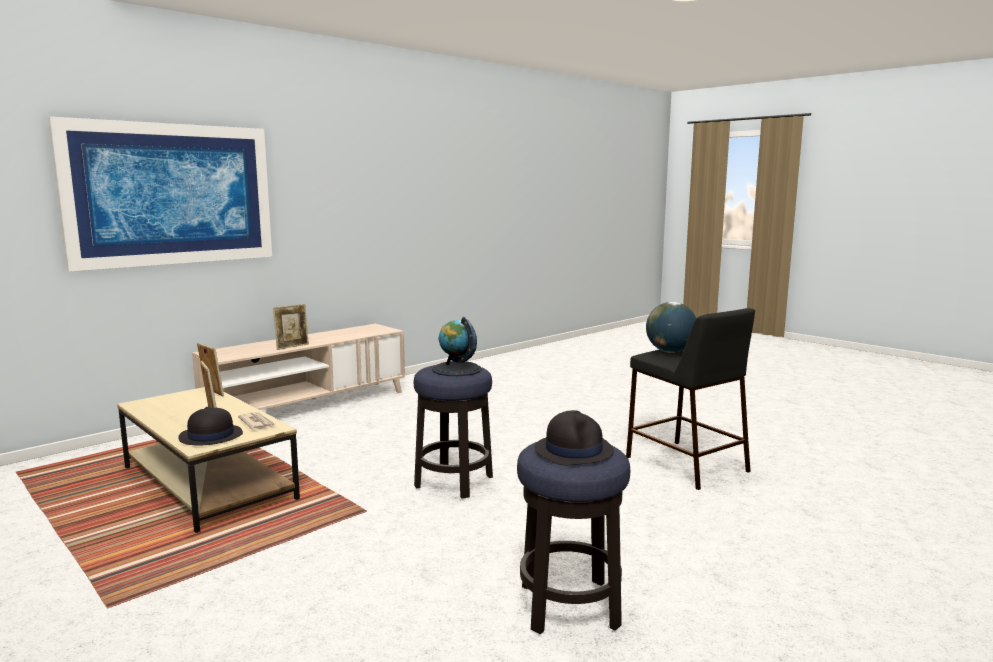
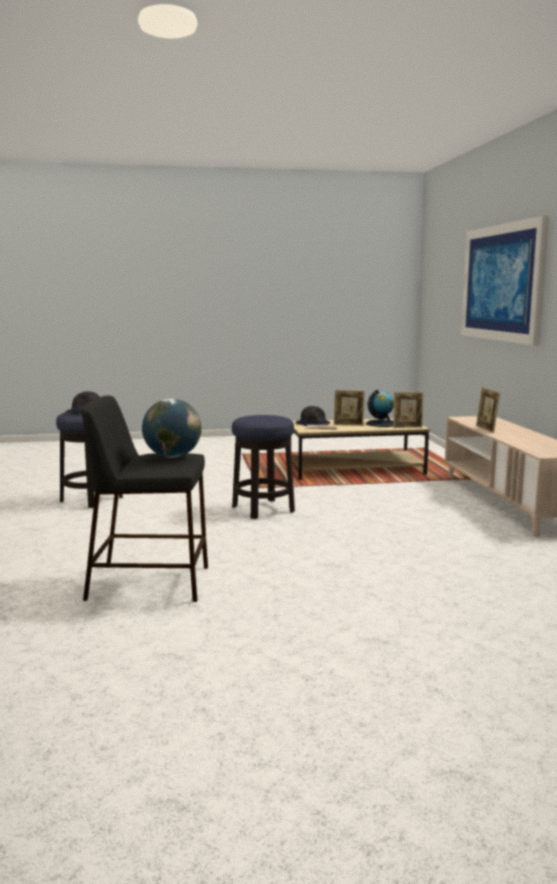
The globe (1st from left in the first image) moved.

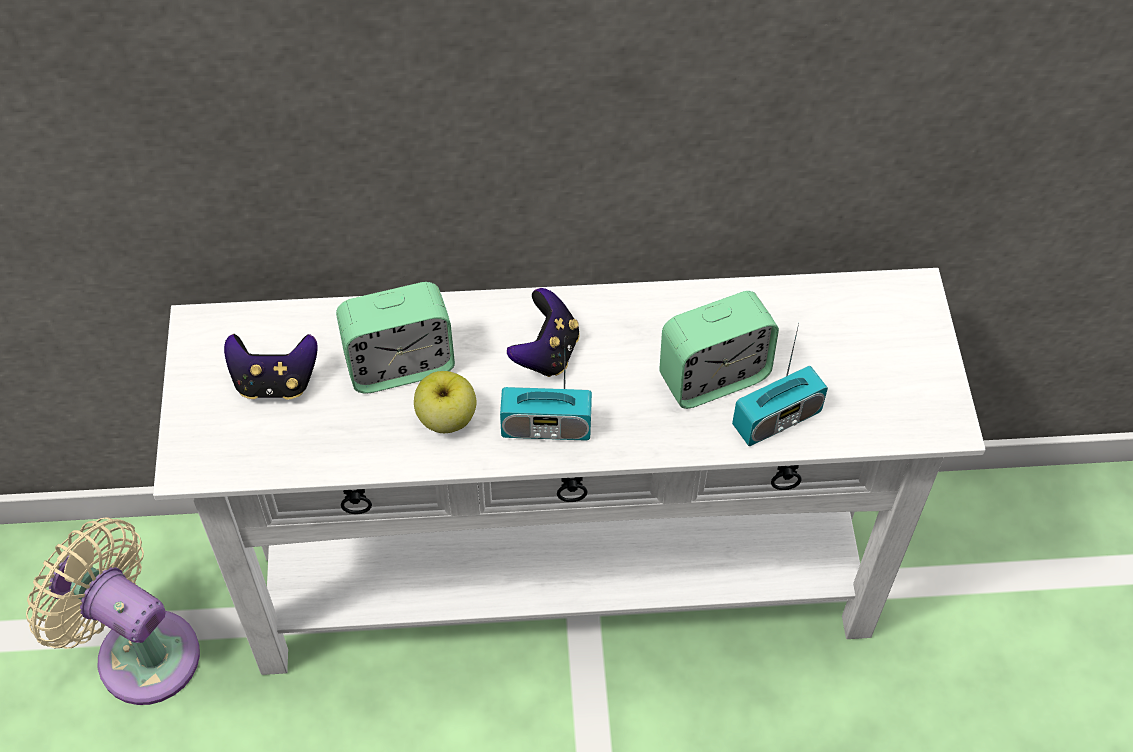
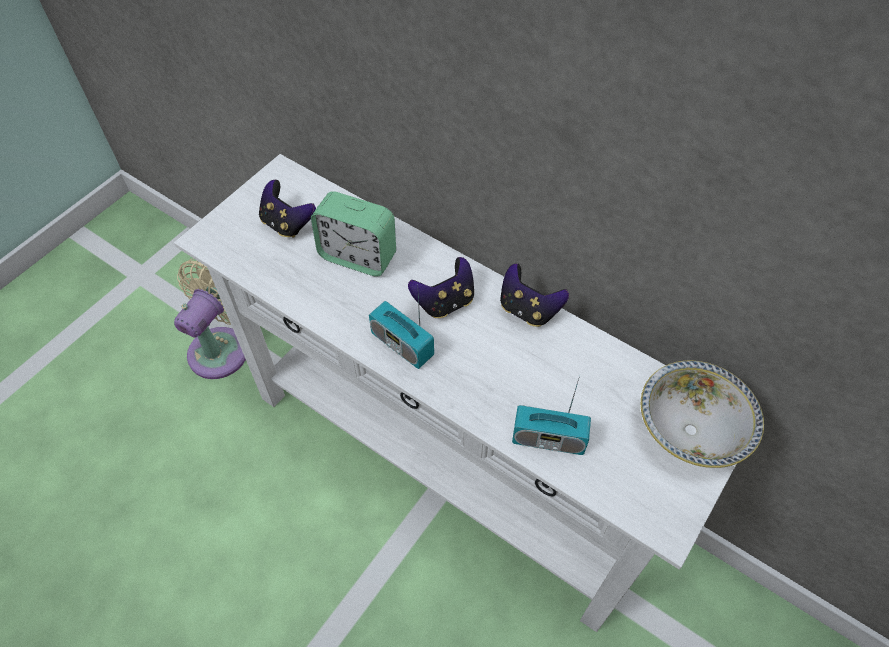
The sand-coloured fan turned 45 degrees clockwise.
The joypad (3rd from left) appeared.
The deep dish appeared.
The apple fruit disappeared.
The alarm clock (2nd from left) disappeared.

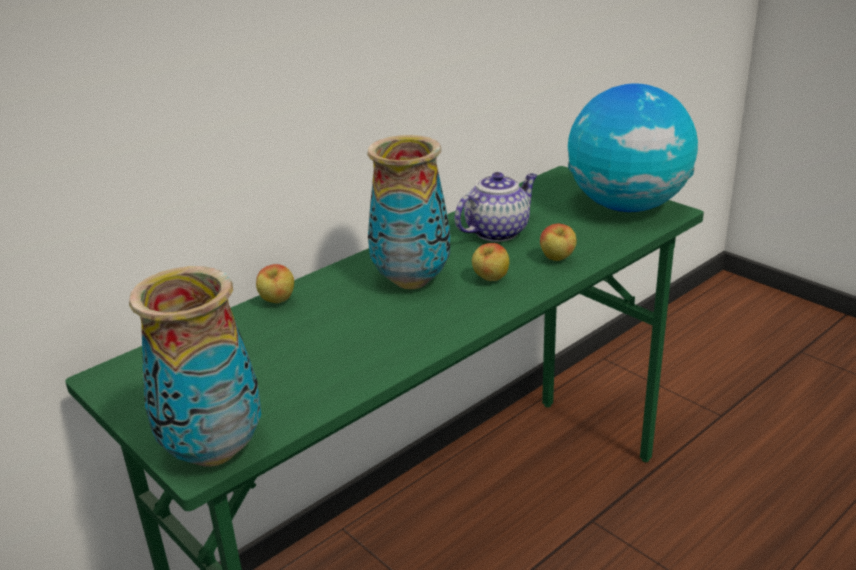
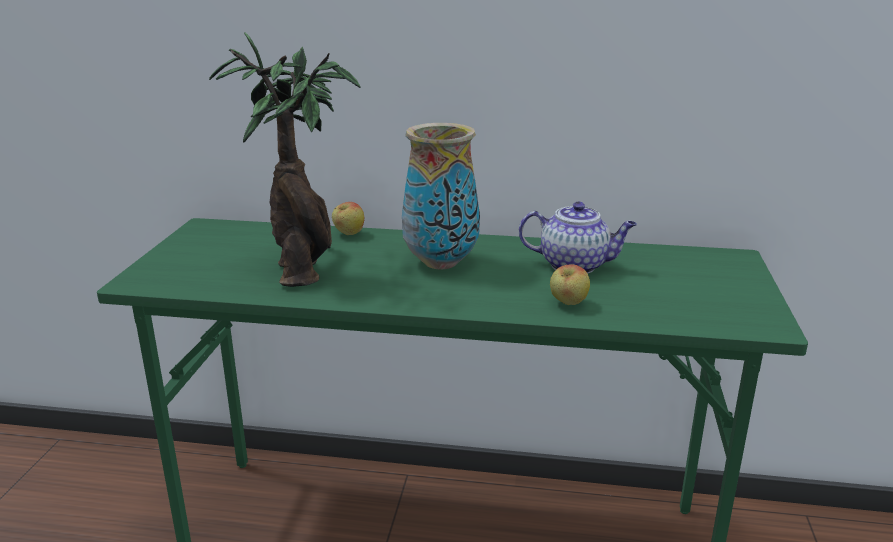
The houseplant appeared.
The flower vase (1st from left) disappeared.
The apple fruit (2nd from left) disappeared.
The globe disappeared.

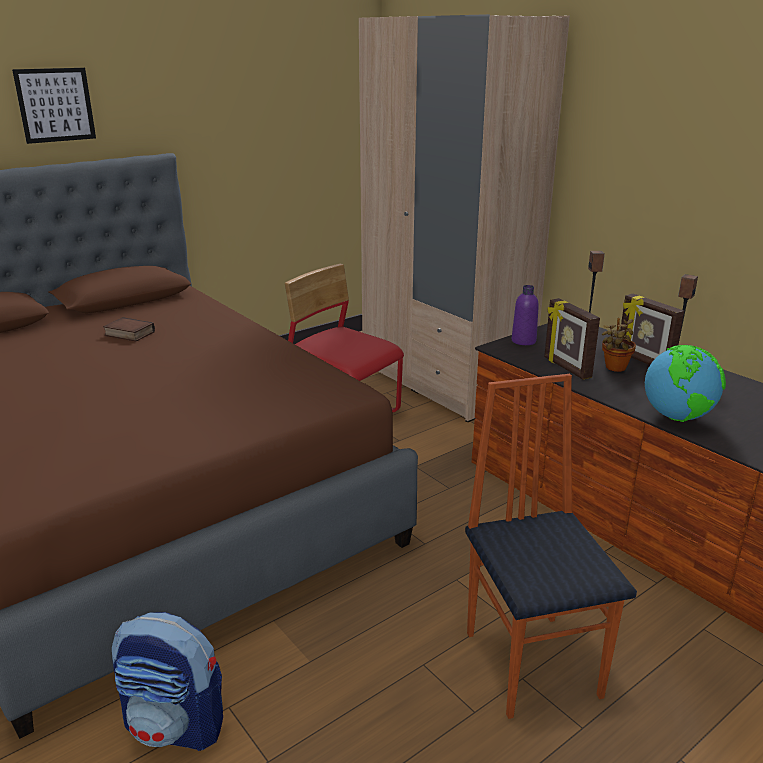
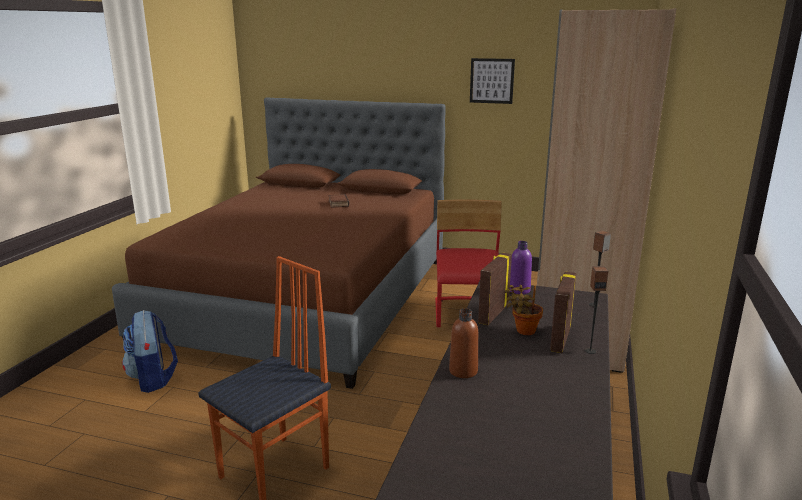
The globe was replaced by the brownish drink bottle.
The wall art moved.

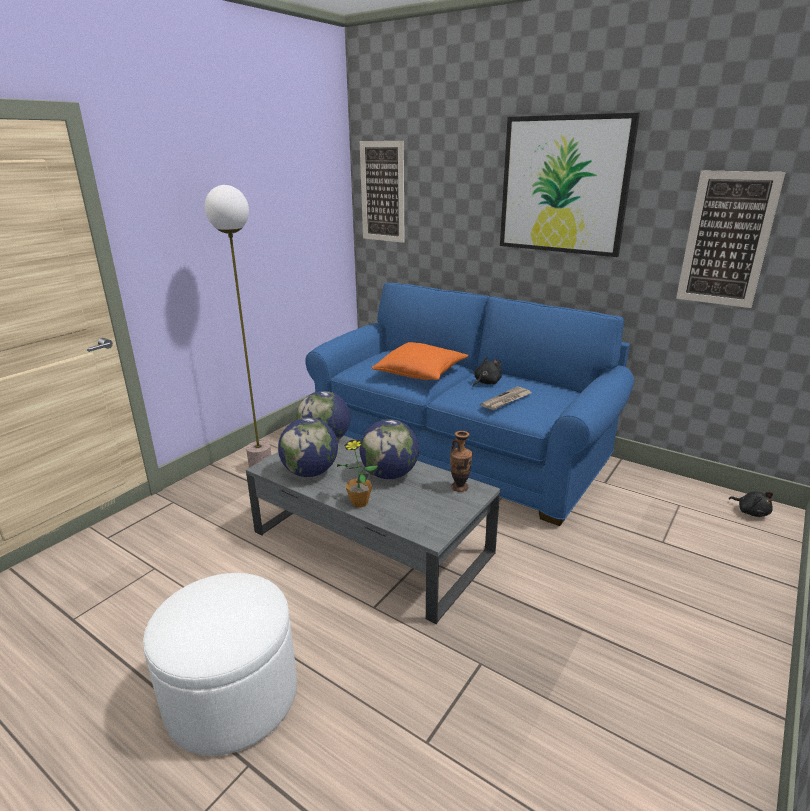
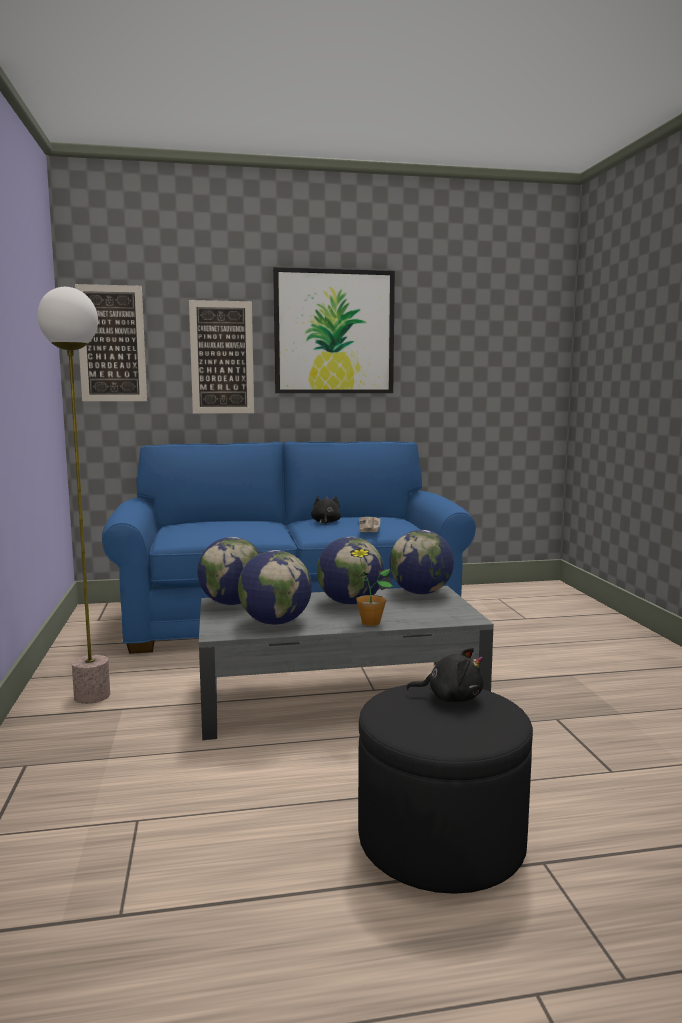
The wall art (3rd from left in the first image) moved.
The whitish pouffe became the black pouffe.
The flower vase was replaced by the globe (4th from left).
The black soft toy (2nd from left) moved.
The orangey pillow disappeared.

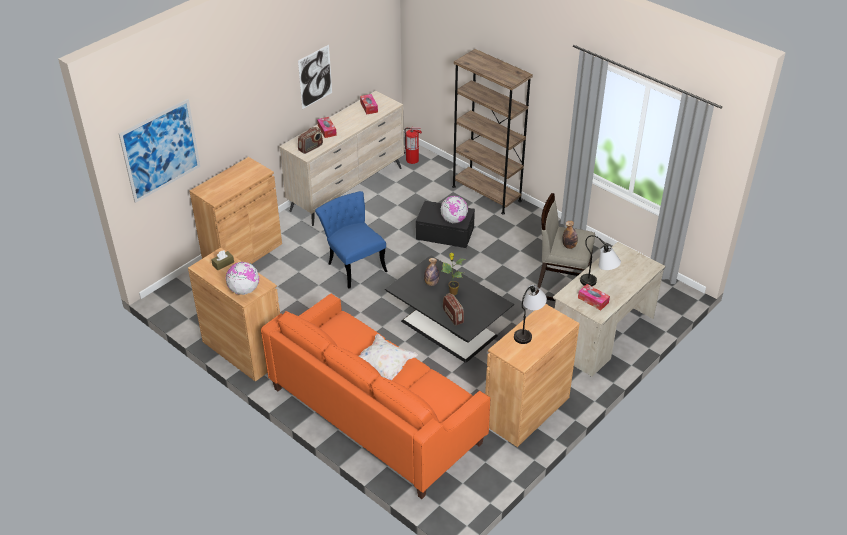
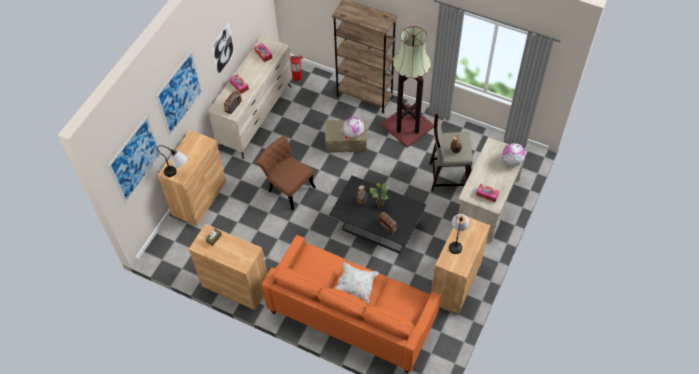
The wall art (2nd from left) appeared.
The table lamp (2nd from left in the first image) moved.
The bluish plain chair became the brownish plain chair.
The black storage container became the sand-coloured storage container.
The standing lamp appeared.
The globe (1st from left in the first image) moved.

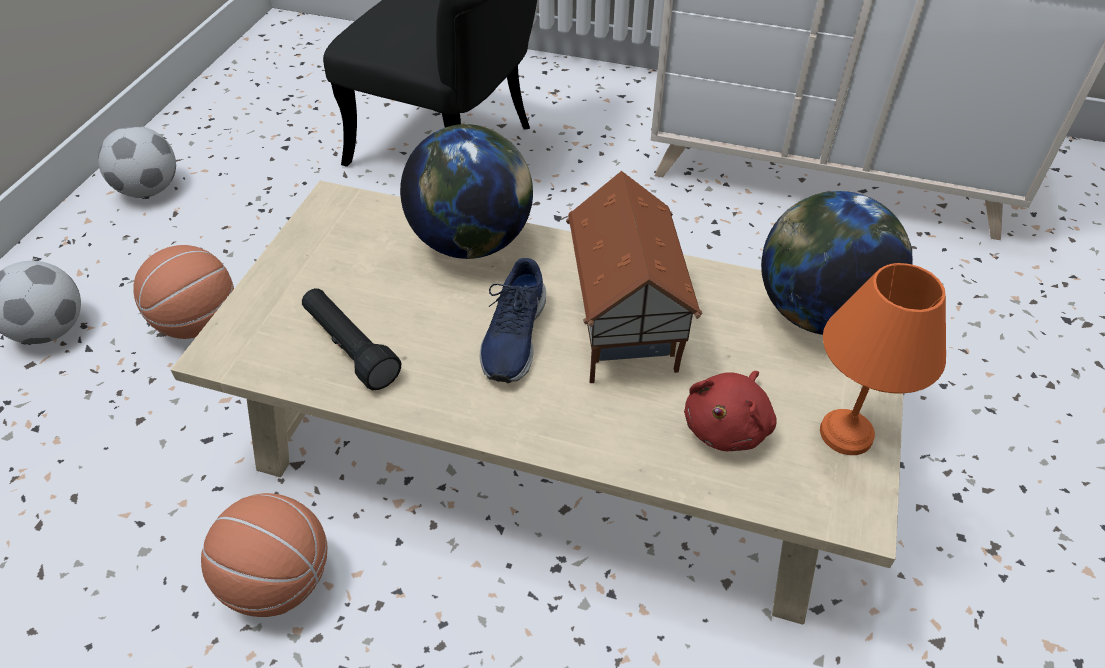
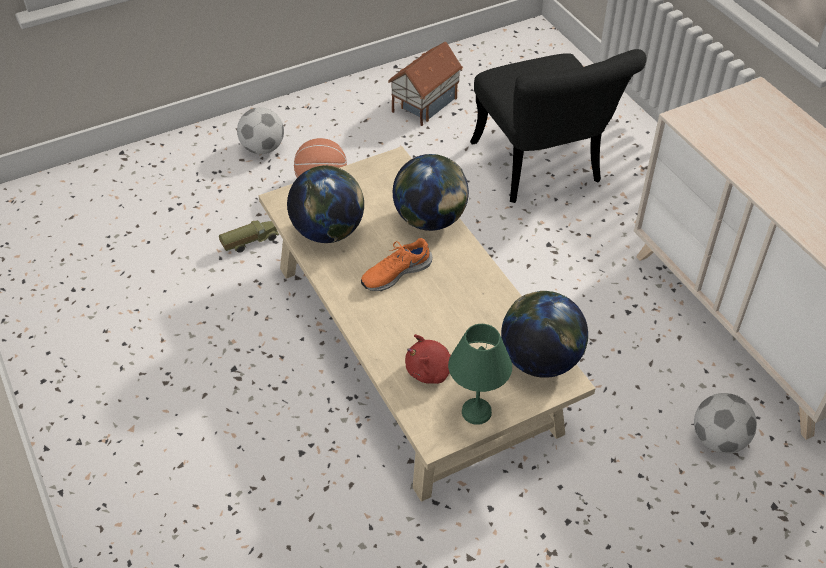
The toy lorry appeared.
The black flashlight was replaced by the globe (1st from left).
The bluish item of footwear became the orangey item of footwear.
The miniature house moved.
The orangey table lamp became the green-coloured table lamp.
The football ball (2nd from left) moved.
The ball for basketball (2nd from left) disappeared.

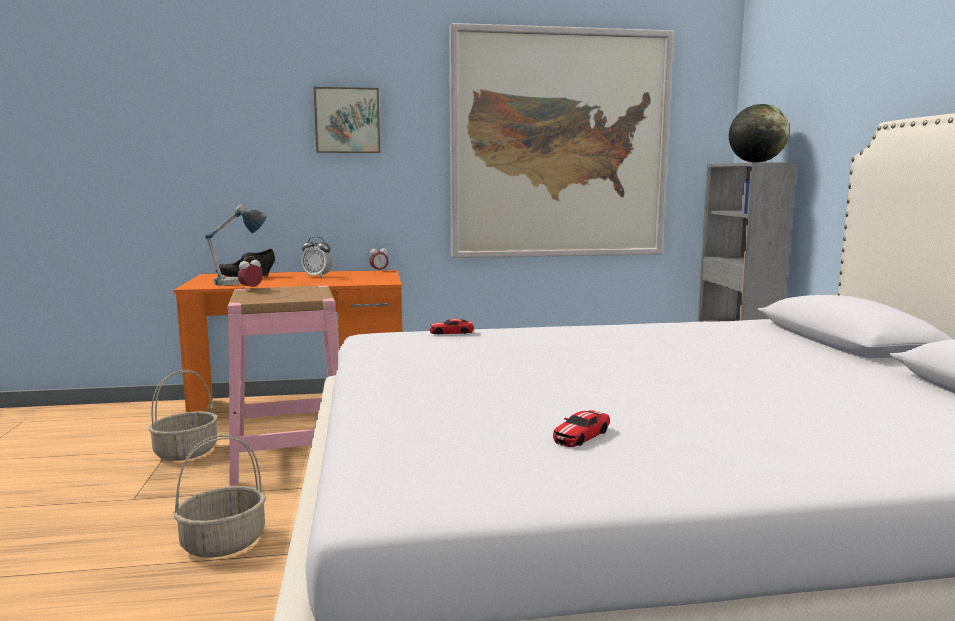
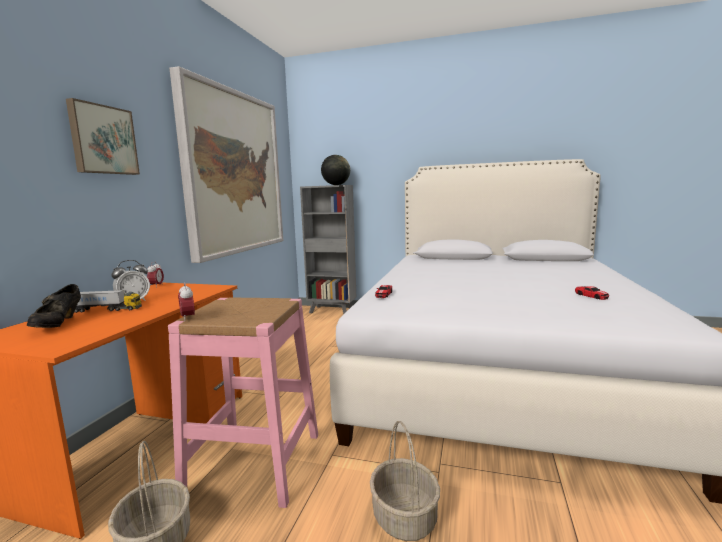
The toy lorry appeared.
The table lamp disappeared.

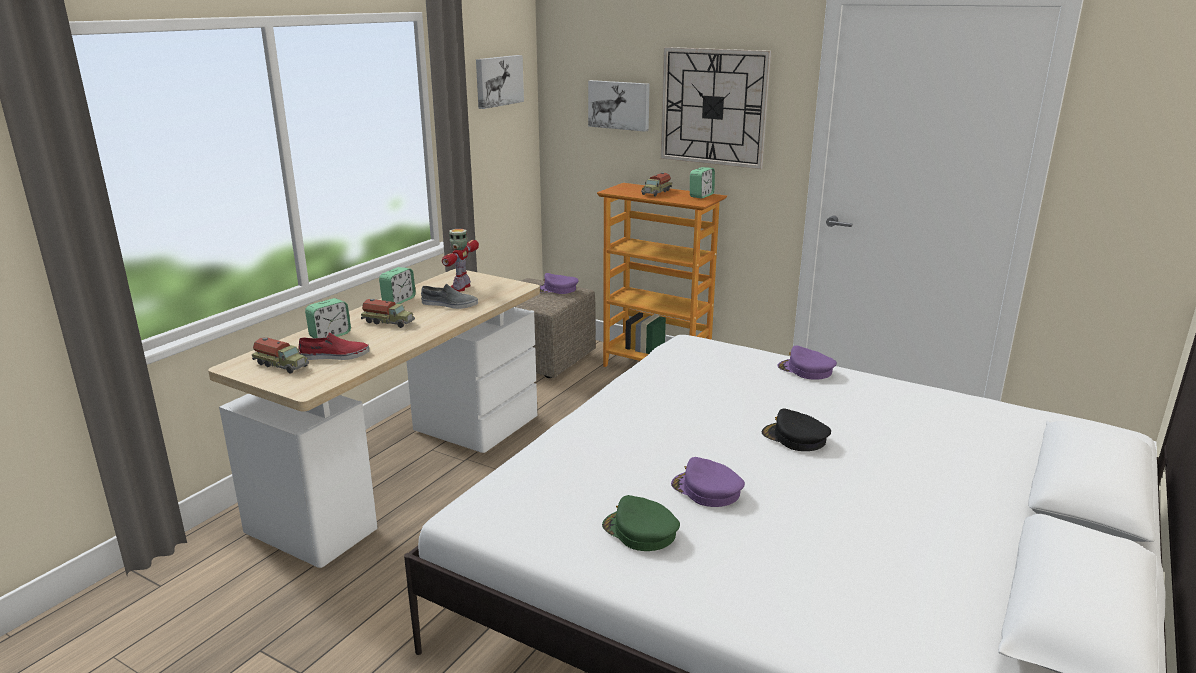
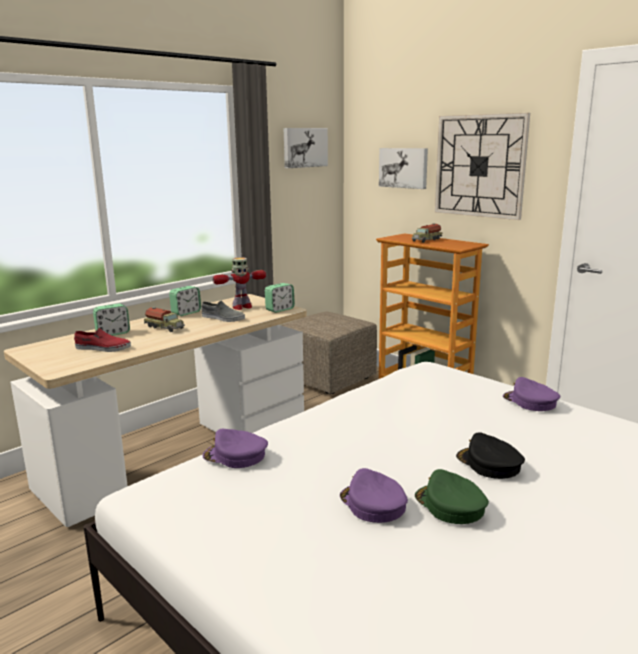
The purplish peaked cap (1st from left) moved.
The toy robot turned 150 degrees counterclockwise.
The alarm clock (3rd from left) moved.
The green-coloured peaked cap moved.
The toy lorry (1st from left) disappeared.

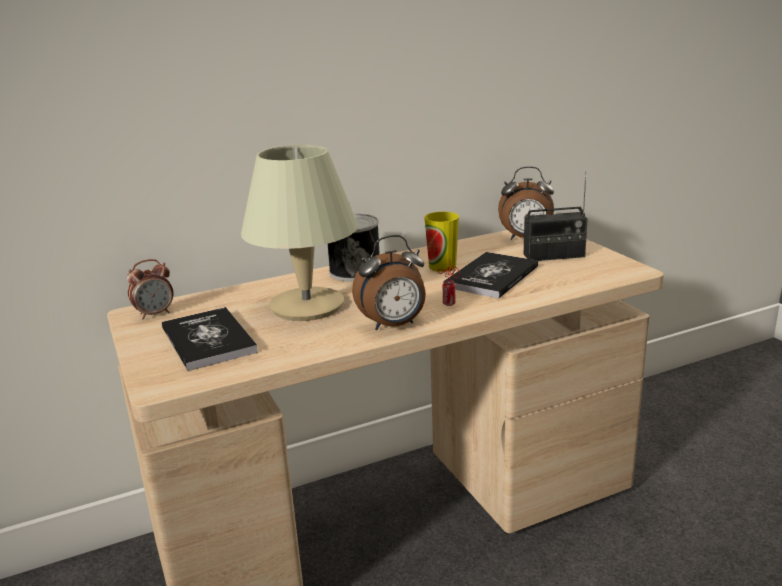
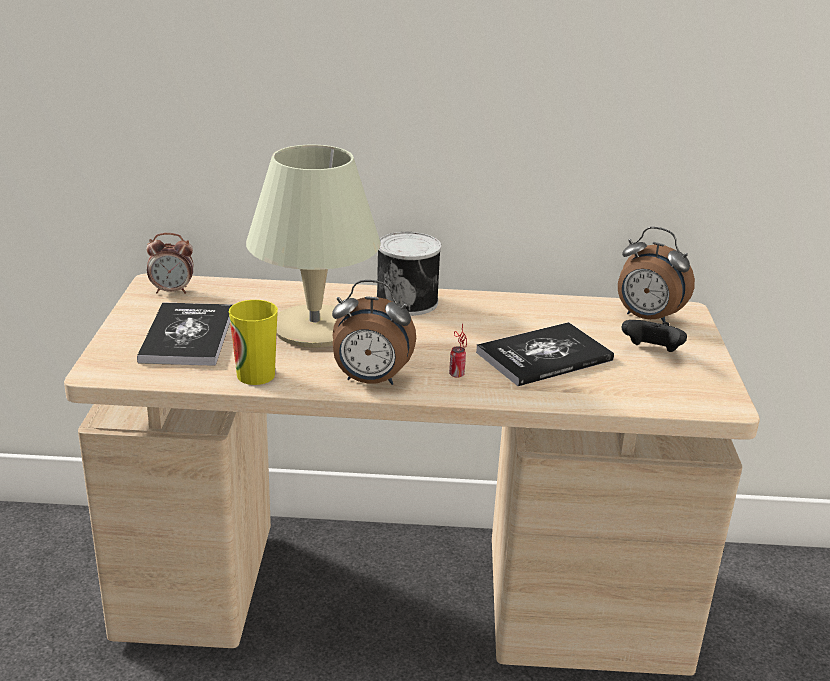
The small cup moved.
The radio was replaced by the black joypad.

